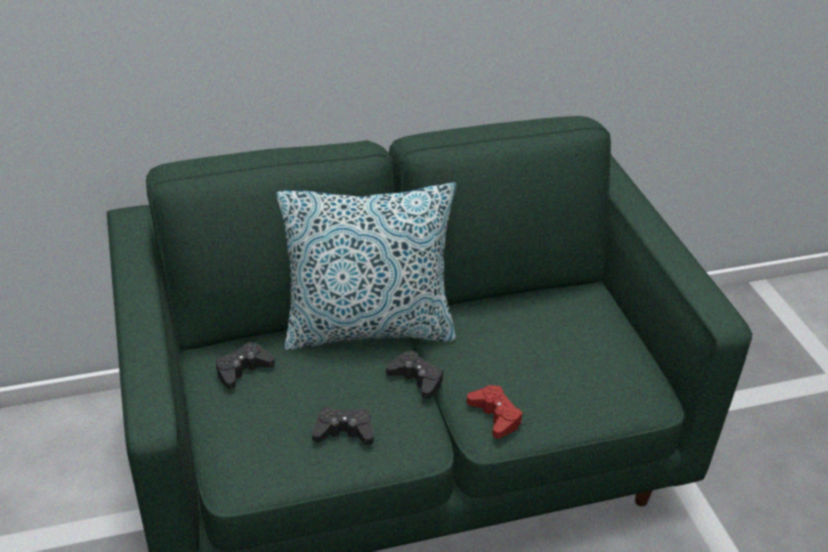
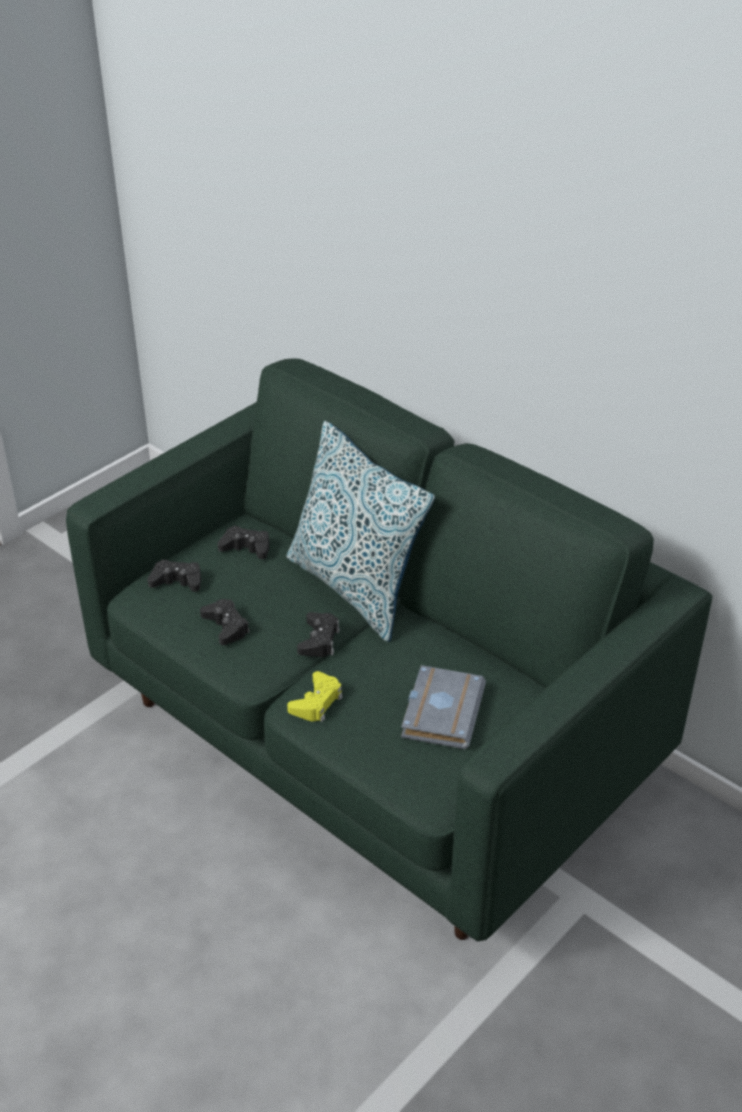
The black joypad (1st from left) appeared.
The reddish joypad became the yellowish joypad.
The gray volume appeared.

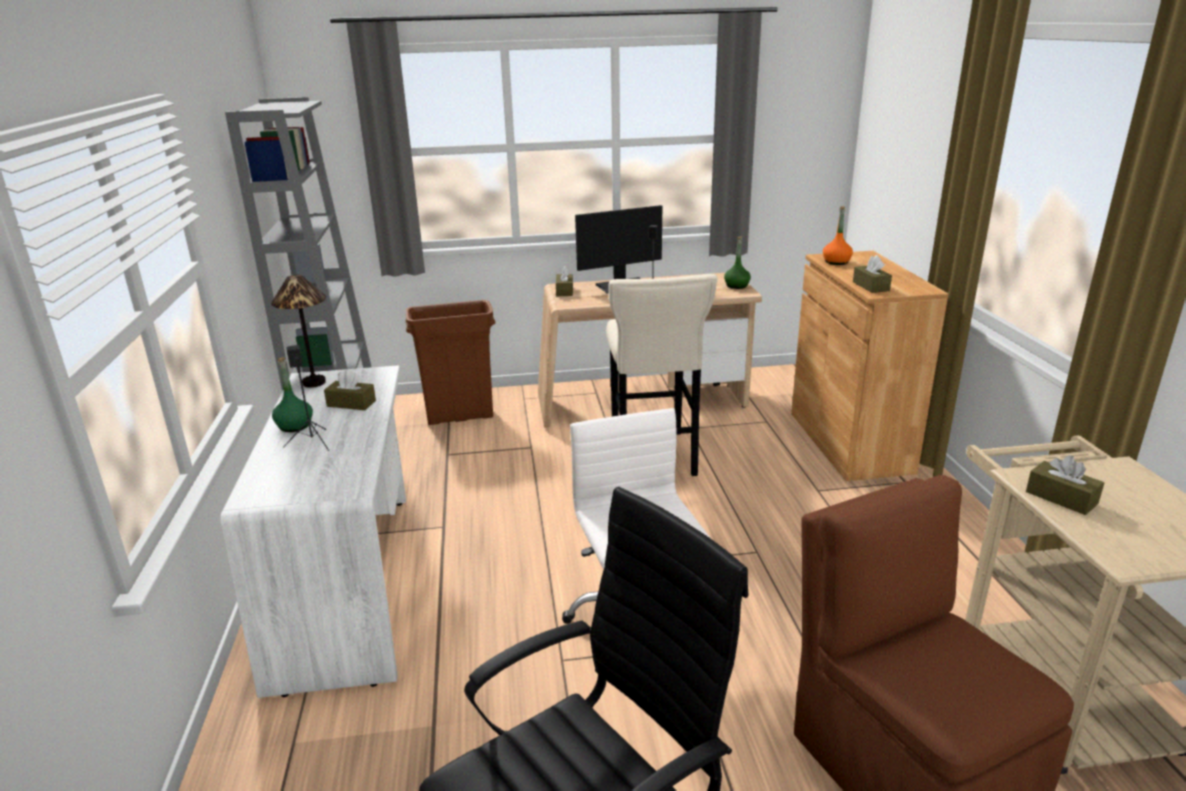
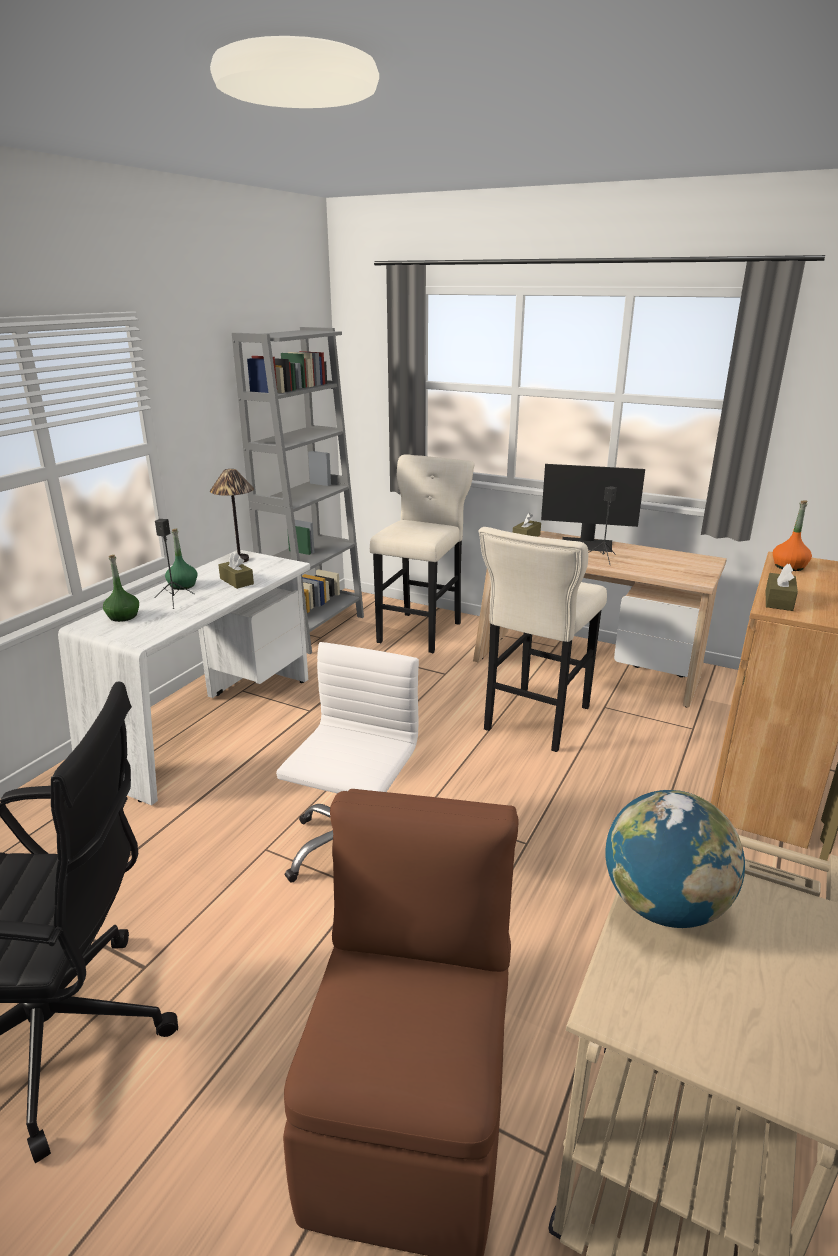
The green-coloured drink bottle (2nd from left in the first image) moved.
The brownish rubbish bin was replaced by the sand-coloured stool seat (1st from left).
The brownish tissue box (4th from left) was replaced by the globe.

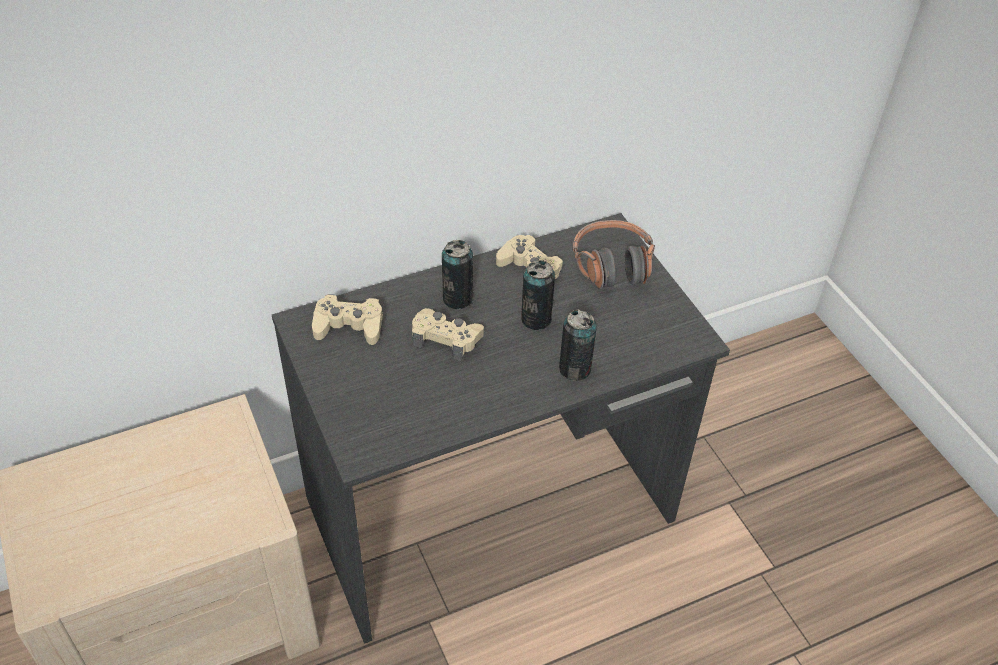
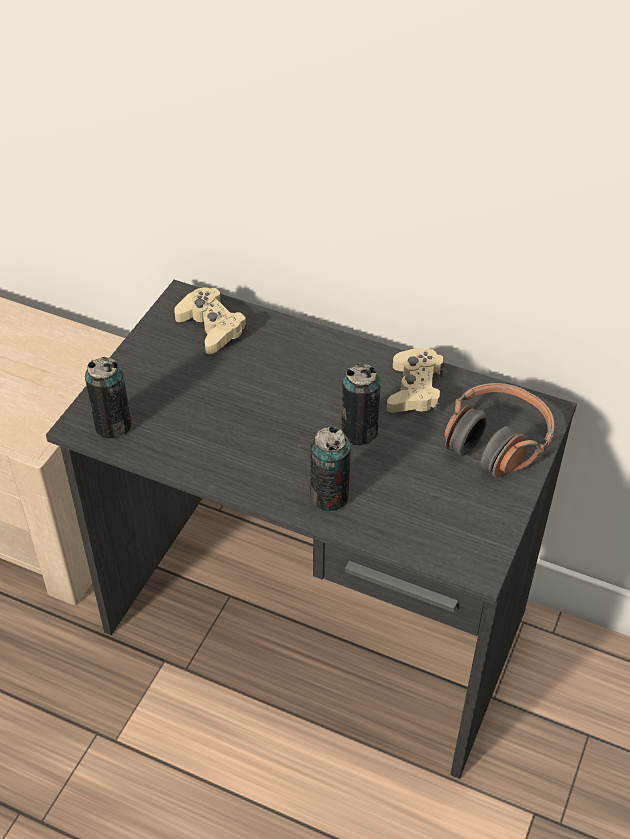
The sealed can (1st from left) moved.
The sand-coloured joypad (2nd from left) disappeared.

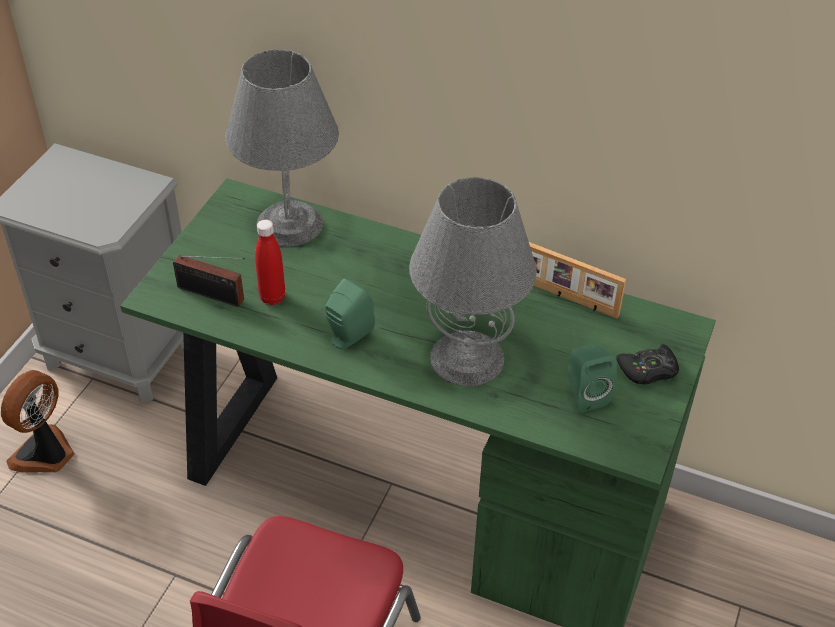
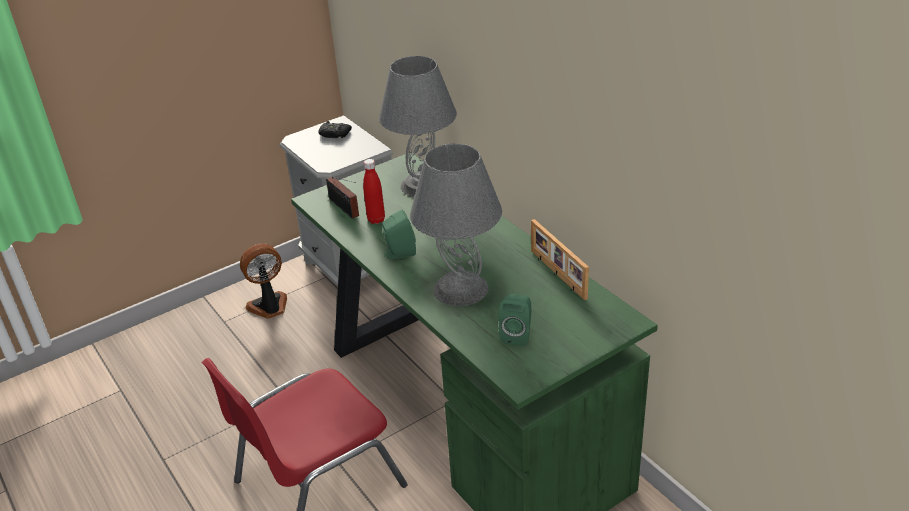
The black joypad moved.

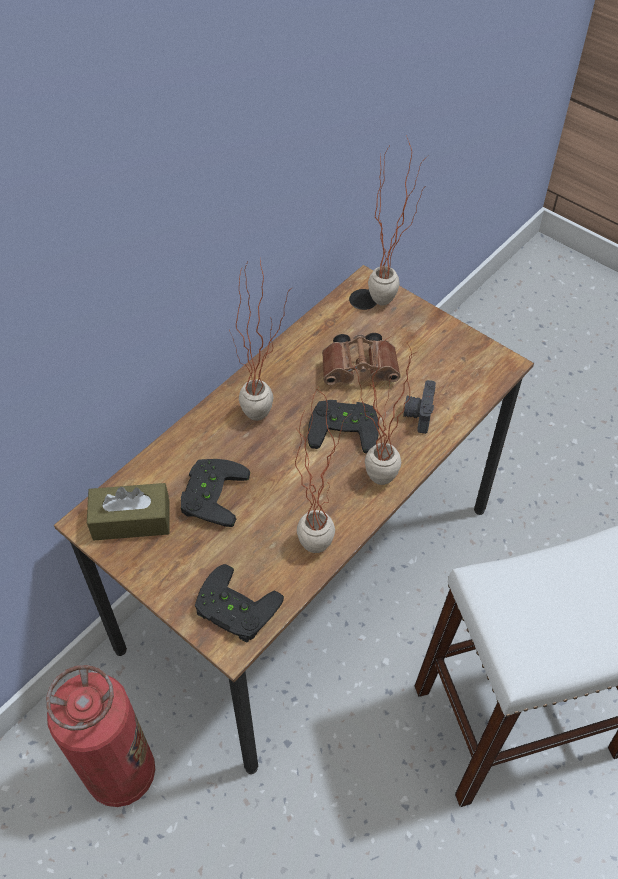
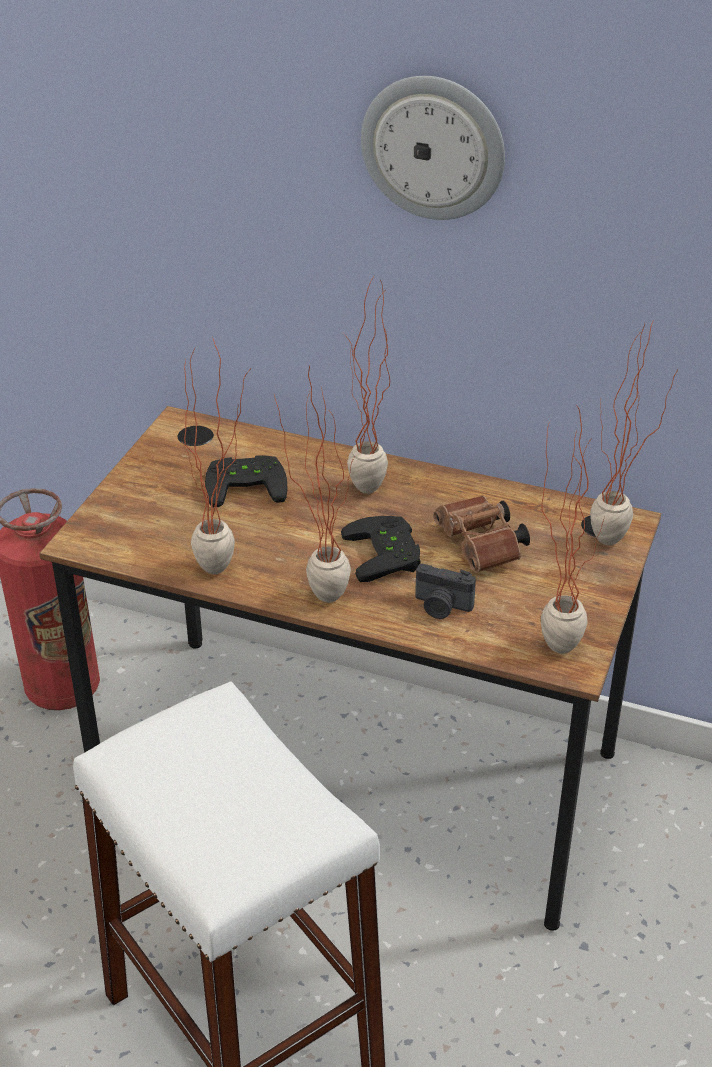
The hanging clock appeared.
The photo camera turned 150 degrees counterclockwise.
The houseplant (4th from left) appeared.
The brownish tissue box disappeared.
The black joypad (2nd from left) disappeared.

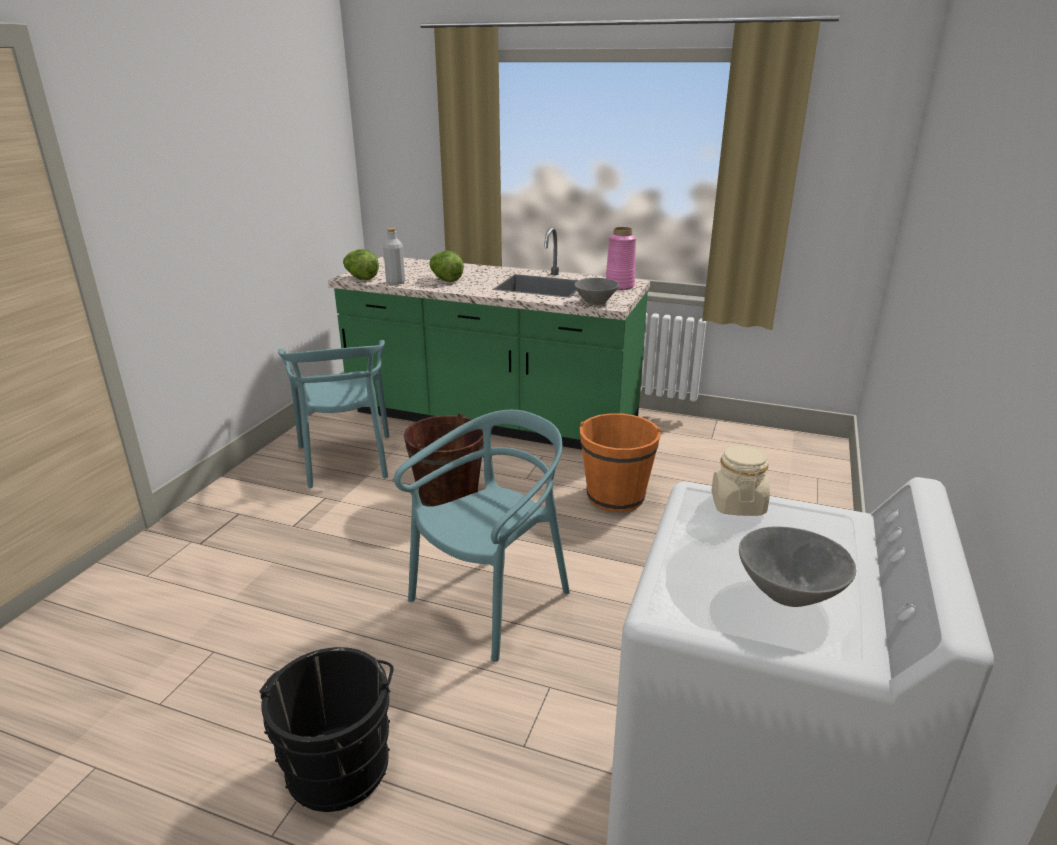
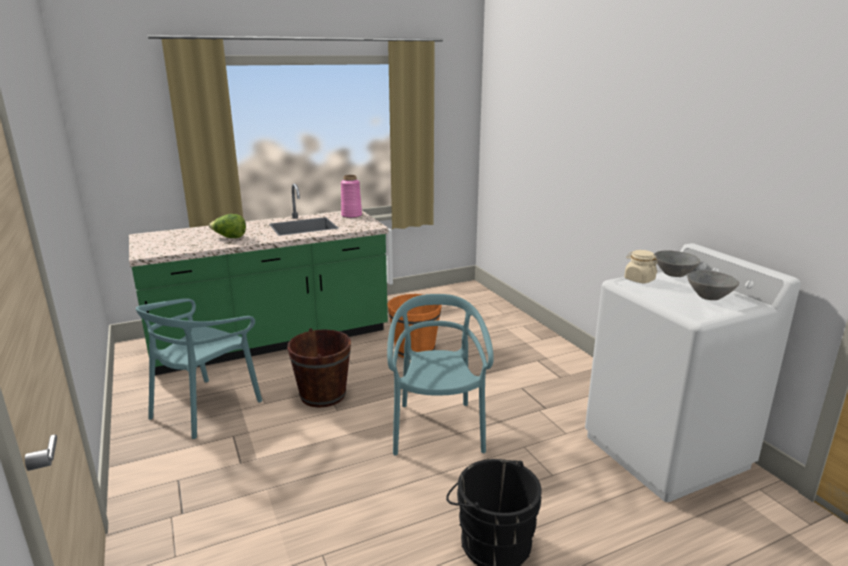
The turquoise plain chair (1st from left) turned 90 degrees clockwise.
The gray deep dish (1st from left) moved.
The lettuce (1st from left) disappeared.
The gray drink bottle disappeared.

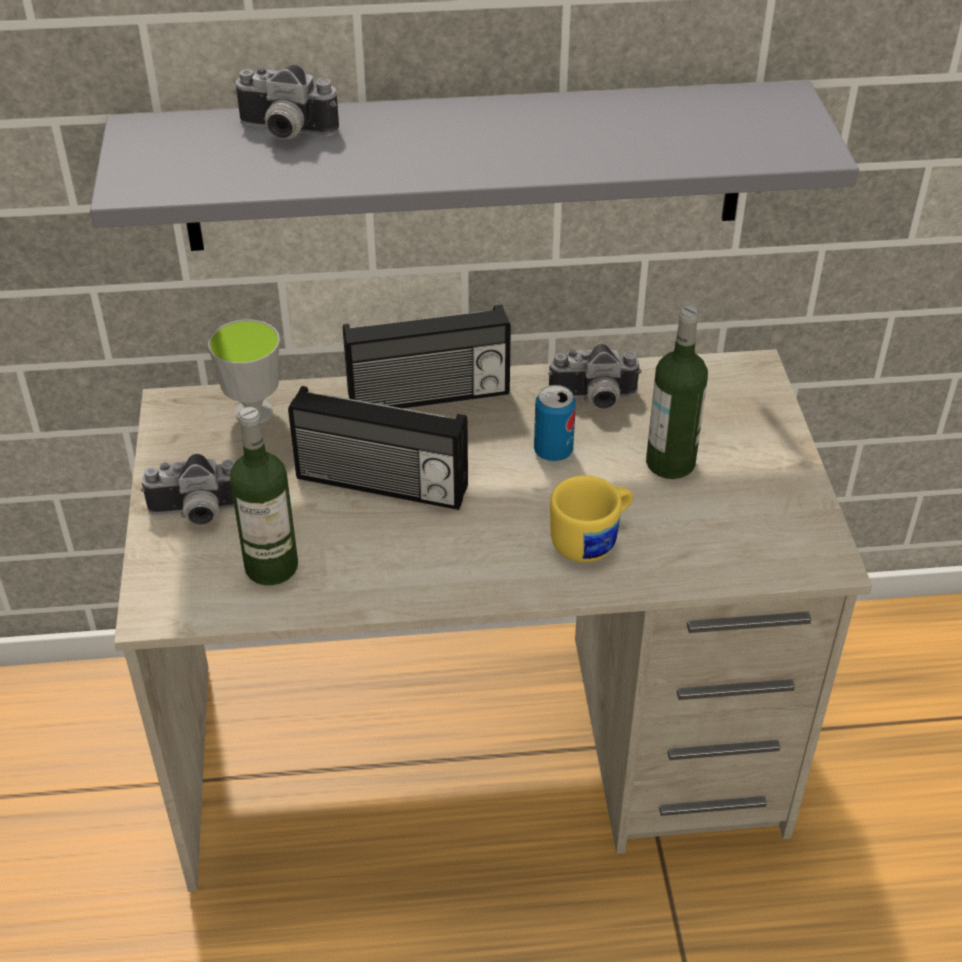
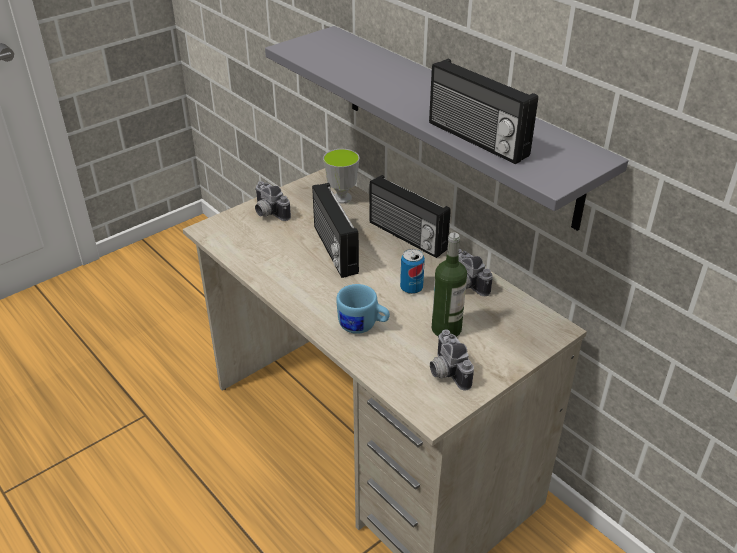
The yellowish mug became the bluish mug.
The radio (3rd from left) appeared.
The photo camera (2nd from left) moved.
The drink bottle (1st from left) disappeared.

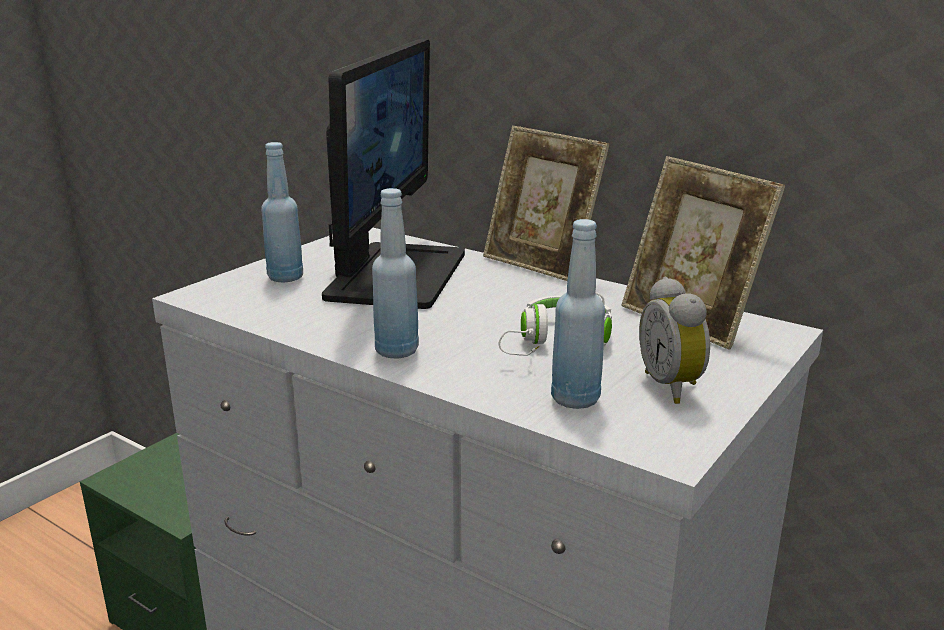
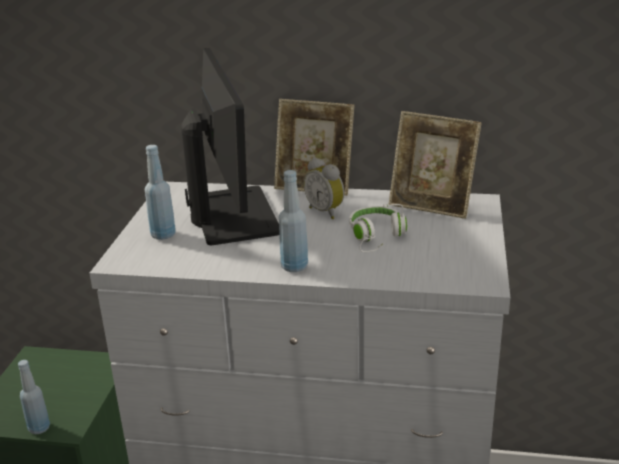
The bluish drink bottle (3rd from left in the first image) moved.
The alarm clock moved.

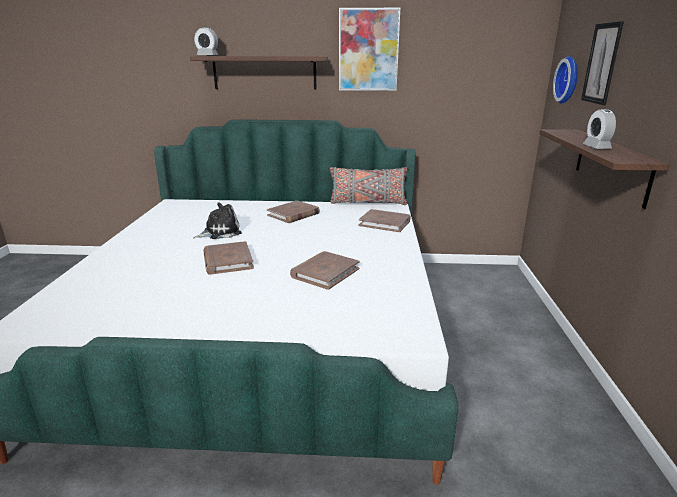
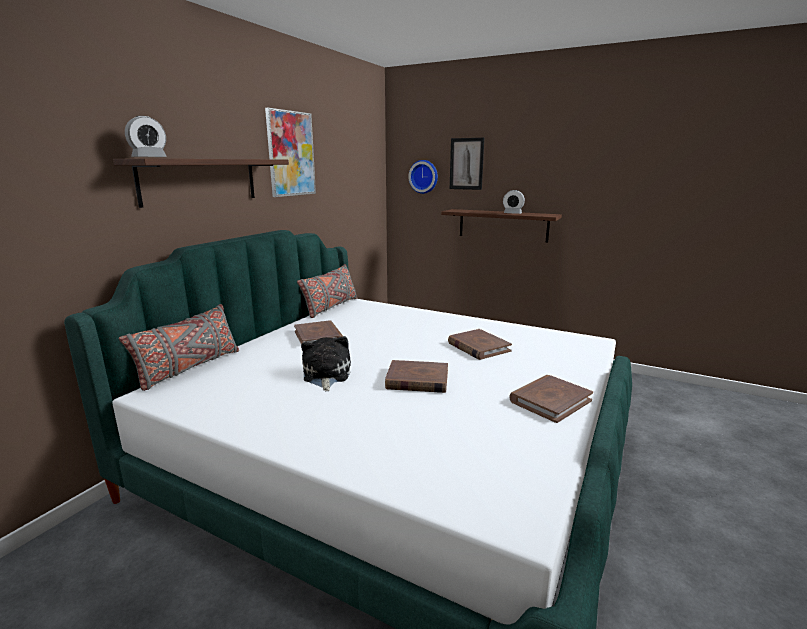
The gray pillow (1st from left) appeared.
The brownish volume (4th from left) moved.

